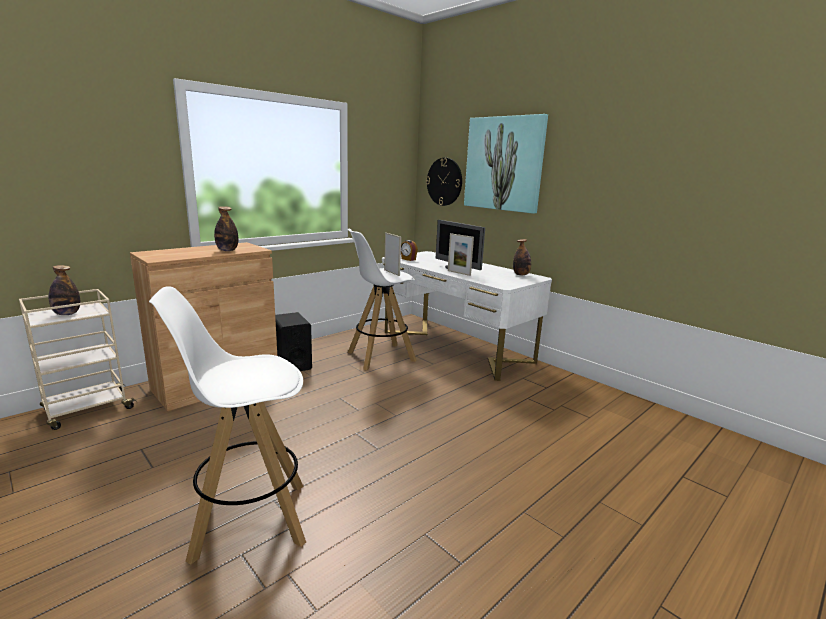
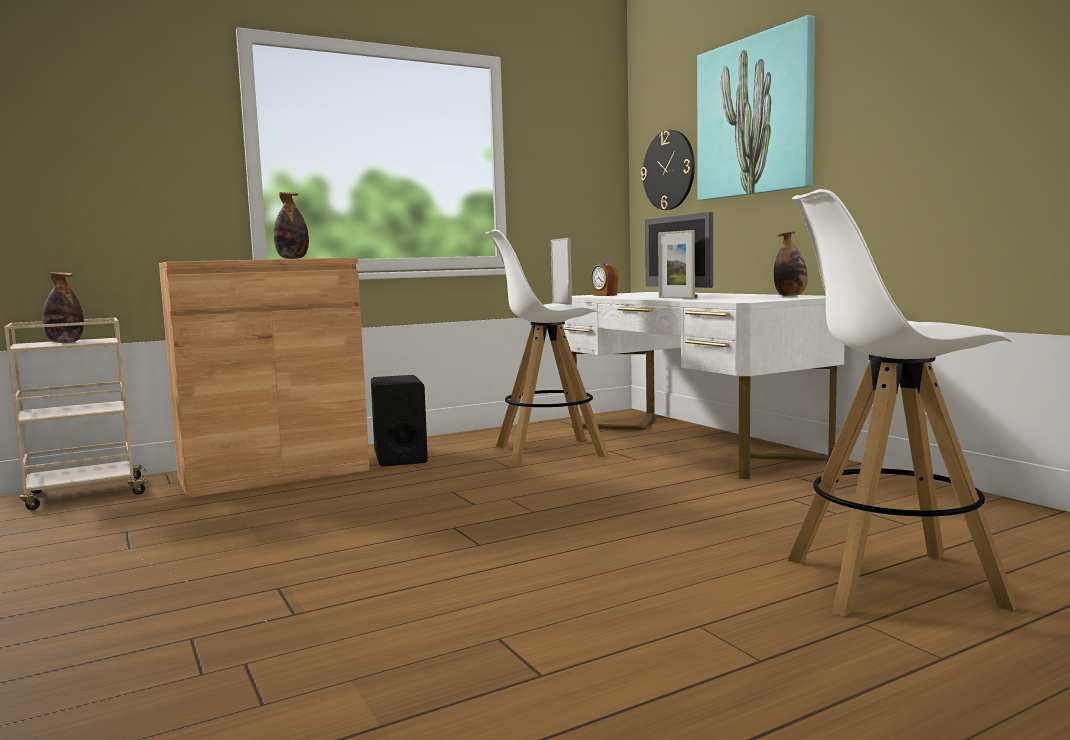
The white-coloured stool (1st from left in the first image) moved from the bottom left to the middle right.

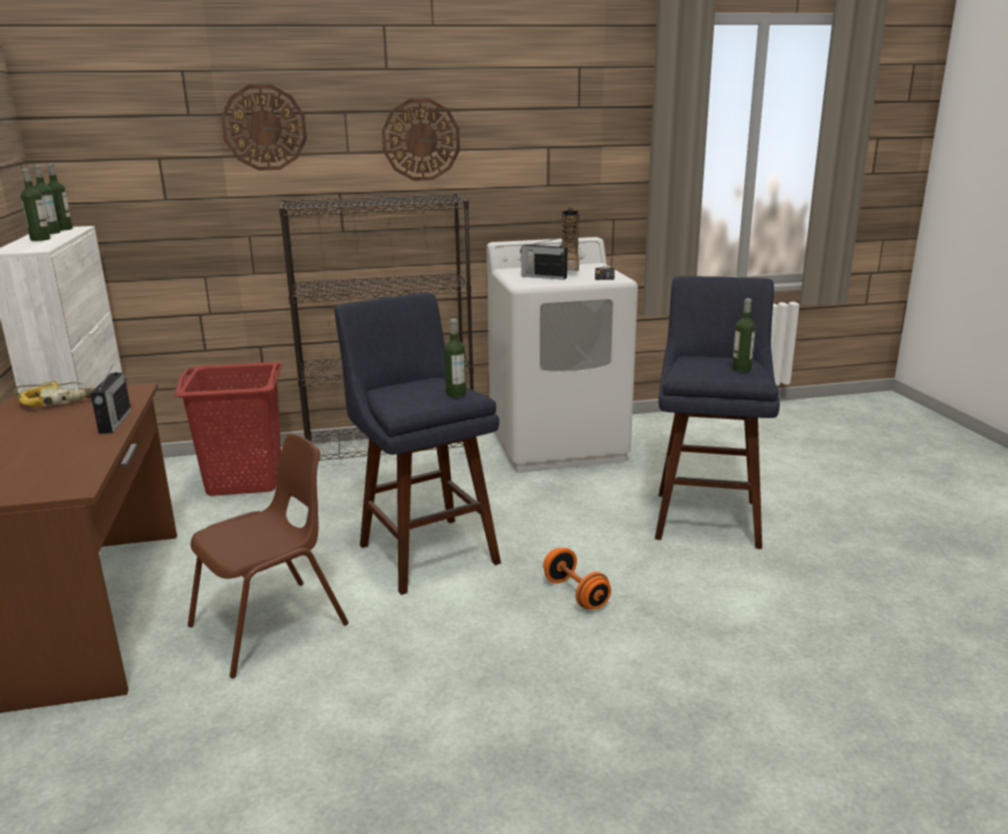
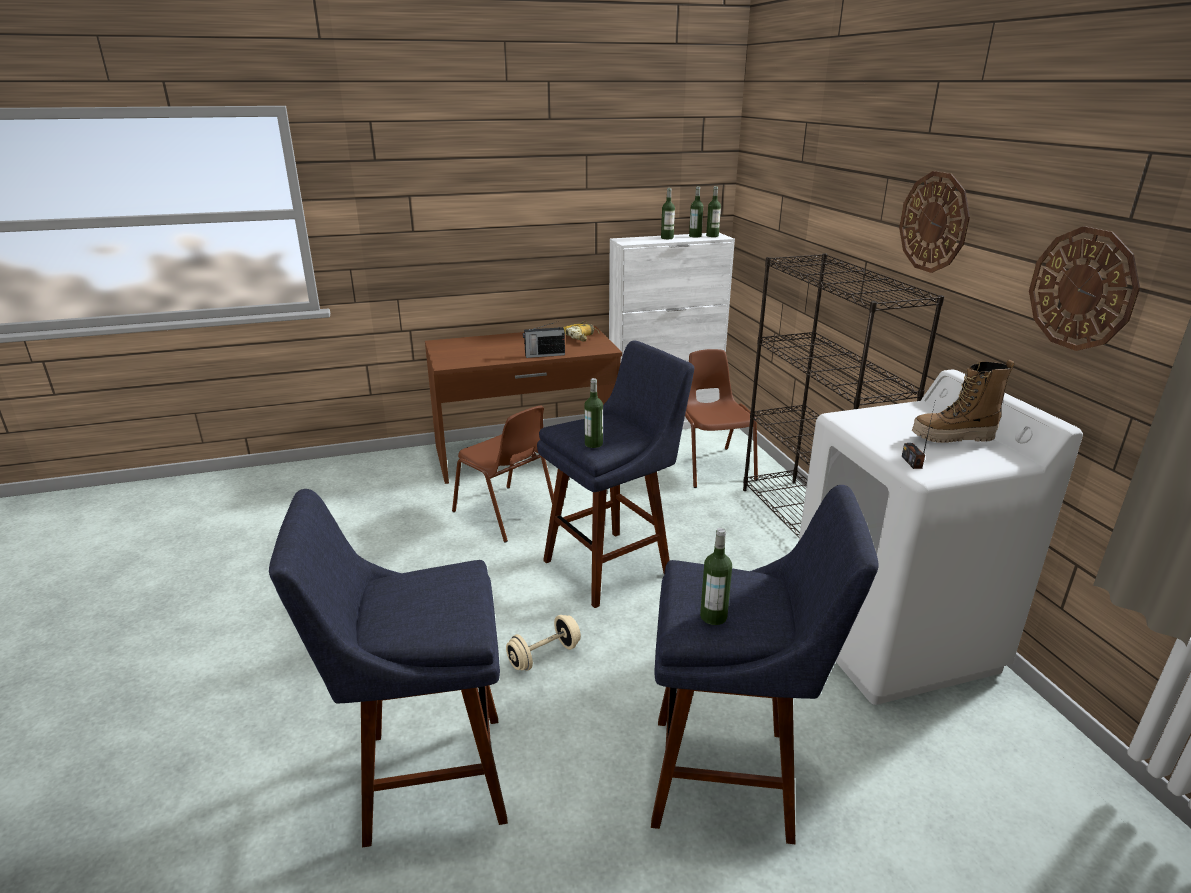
The clock on the wall (1st from left in the first image) moved from the top left to the top right. The radio (2nd from left) at the top centre disappeared. The red-coloured washing basket at the middle left was replaced by the brown-coloured upright chair (2nd from left) at the centre. The orangey dumbbell at the bottom centre became the beige-coloured dumbbell at the bottom centre. The blue-coloured stool (1st from left) at the bottom left appeared.

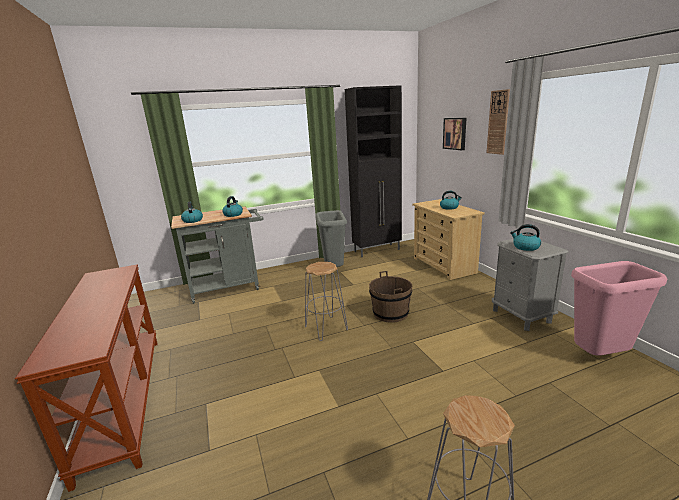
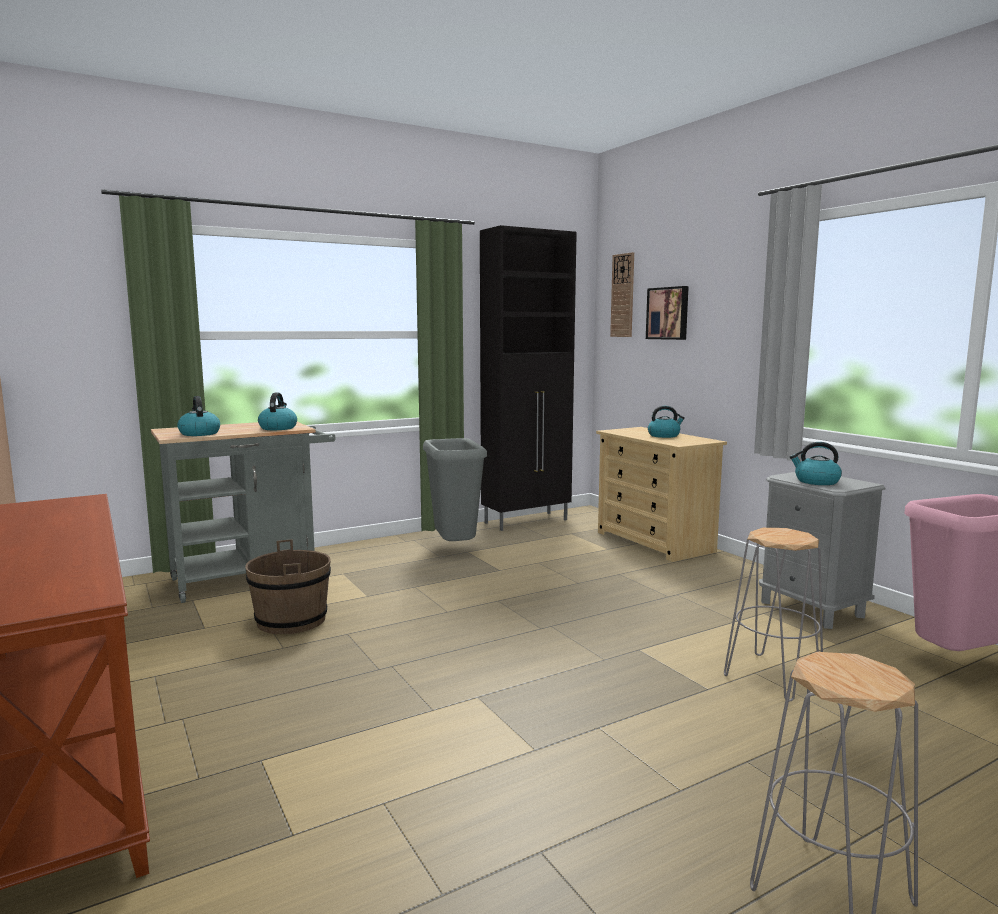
The clock on the wall moved from the top right to the top centre. The gray stool (1st from left) moved from the centre to the bottom right. The brown-coloured bucket moved from the centre to the middle left.

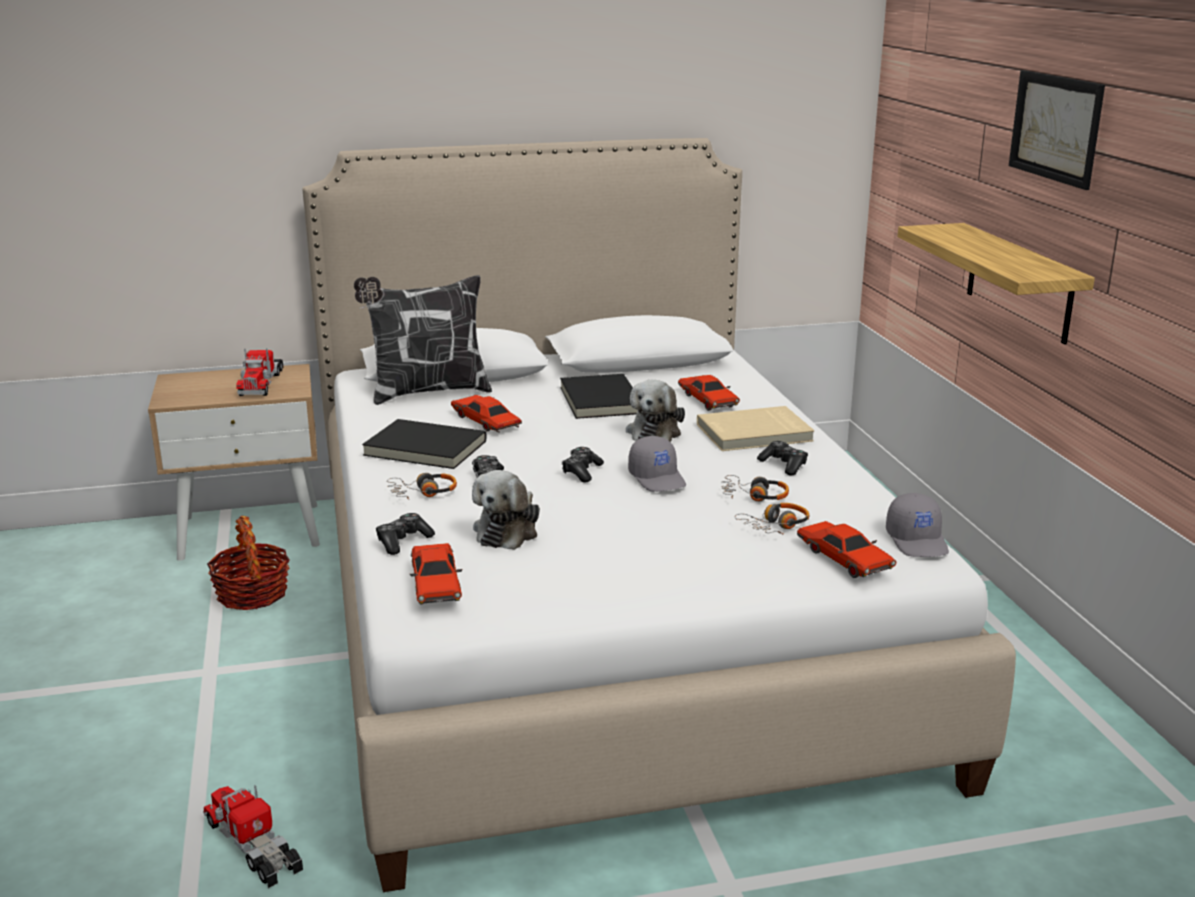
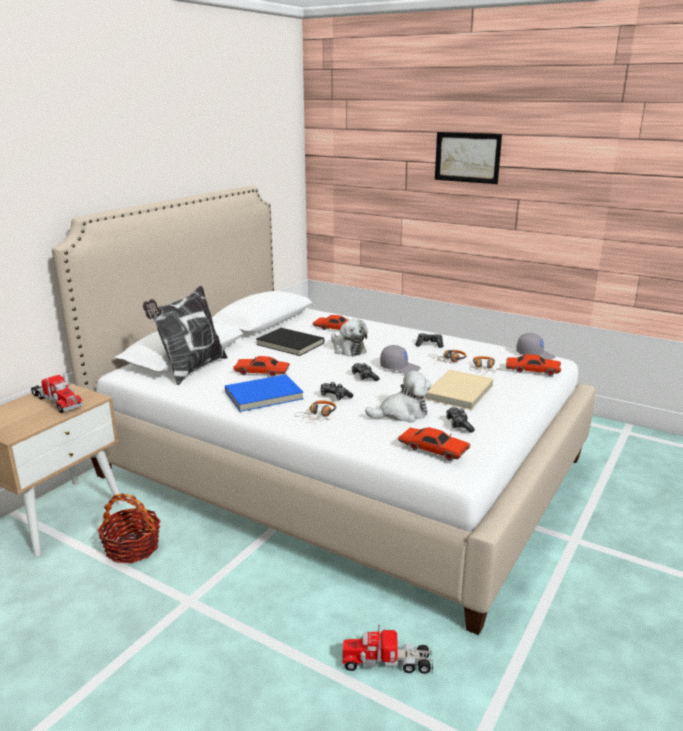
The wall shelf at the top right disappeared. The beige-coloured volume moved from the centre to the middle right. The blackish volume (1st from left) at the centre became the blue-coloured volume at the centre. The cuddly toy (1st from left in the first image) at the centre turned 75 degrees counterclockwise. The joypad (1st from left in the first image) moved from the centre to the middle right.

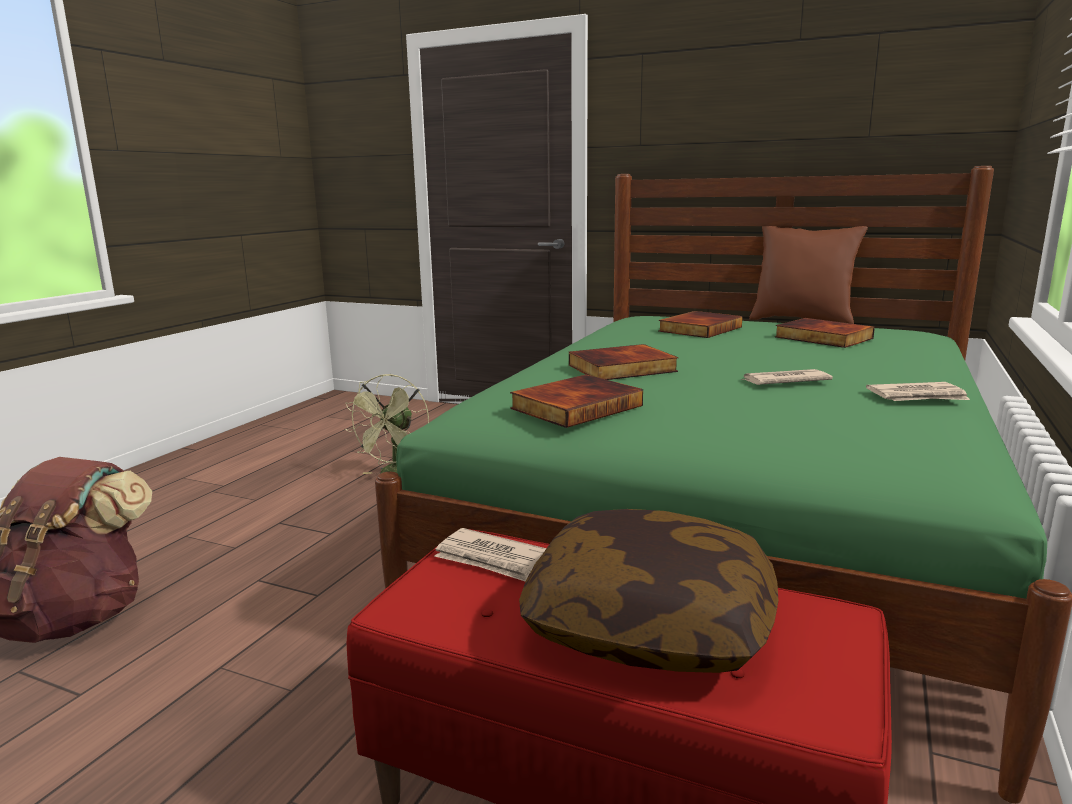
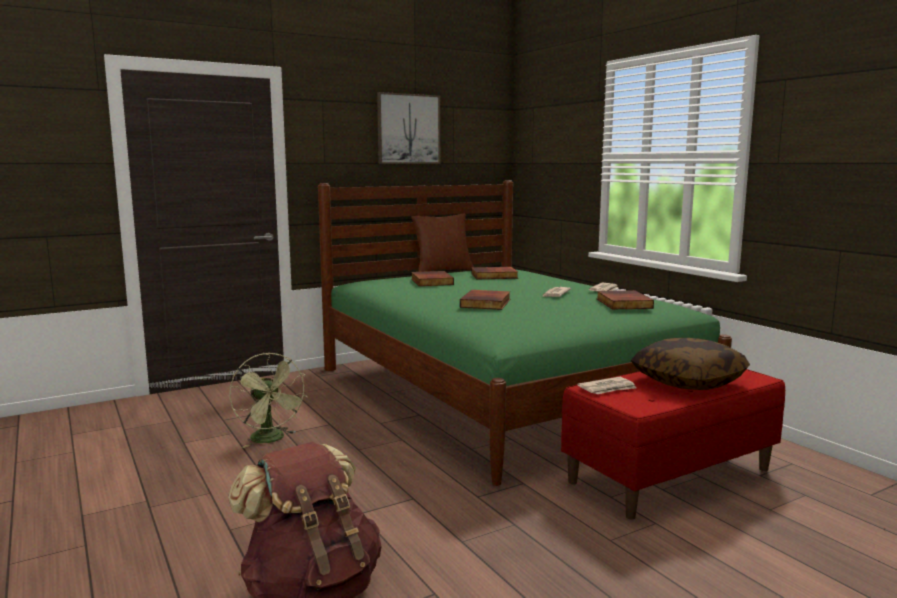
The volume (1st from left in the first image) moved from the centre to the middle right. The picture at the top centre appeared.

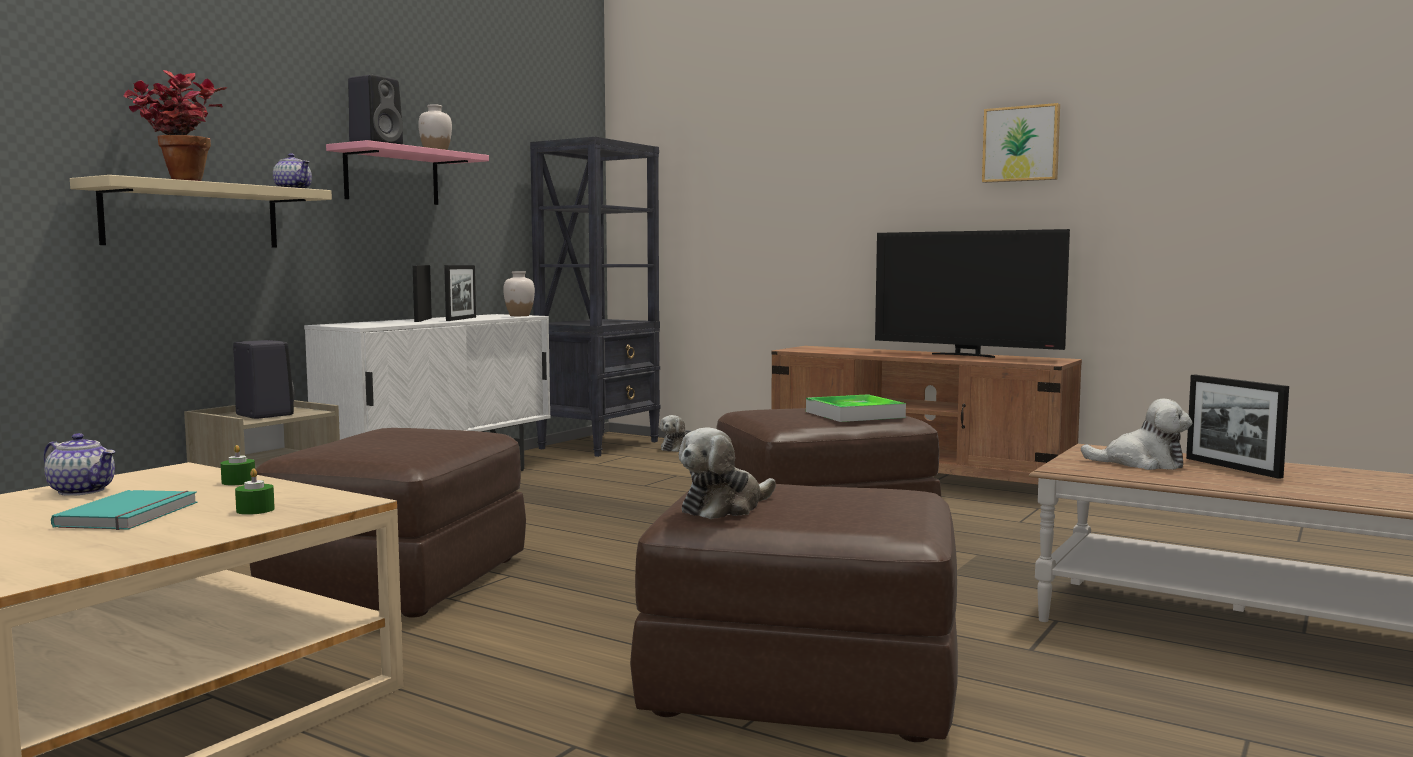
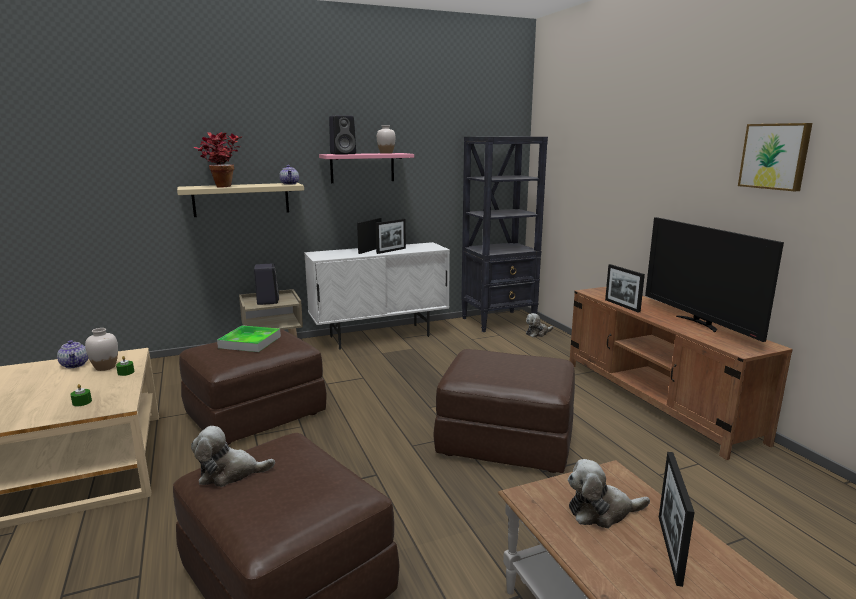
The white-coloured flower vase (2nd from left in the first image) moved from the centre to the middle left. The tray moved from the centre to the middle left. The cuddly toy (3rd from left) at the middle right turned 120 degrees clockwise. The turquoise volume at the bottom left disappeared. The standing frame (3rd from left) at the middle right appeared.

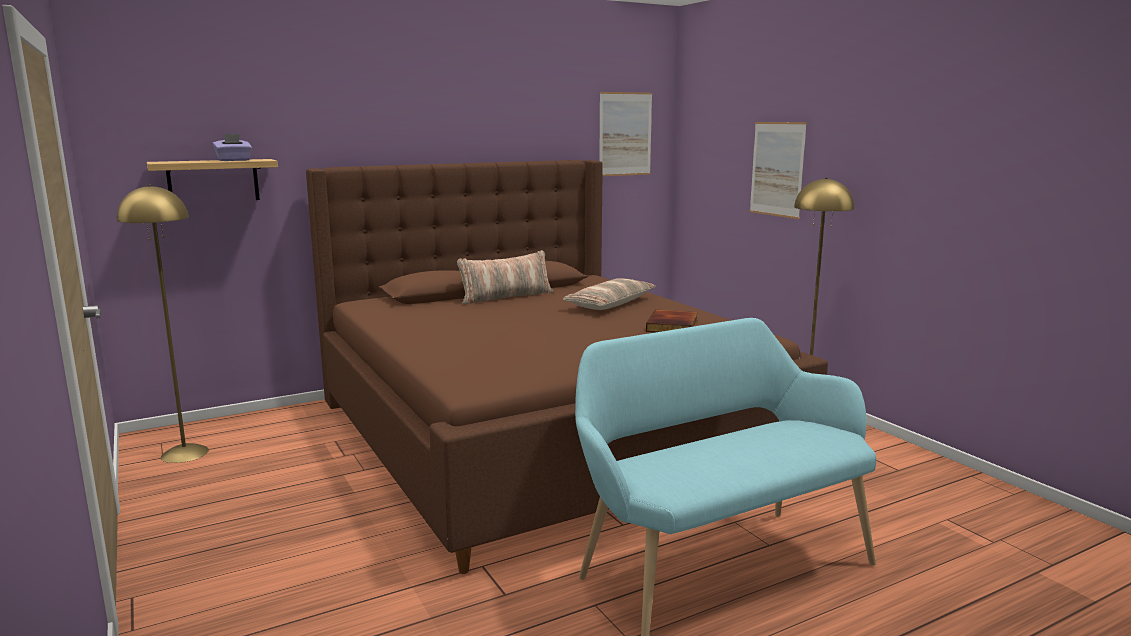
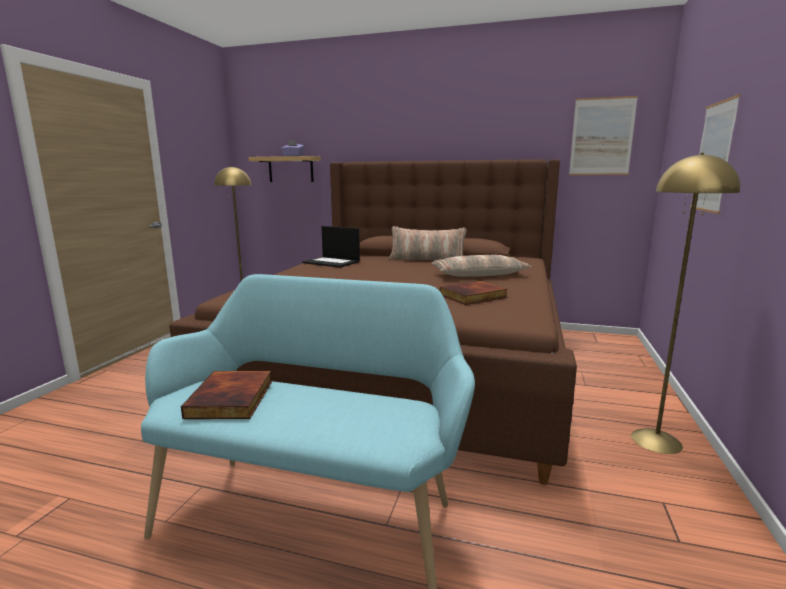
The laptop at the centre appeared. The volume (1st from left) at the bottom left appeared.

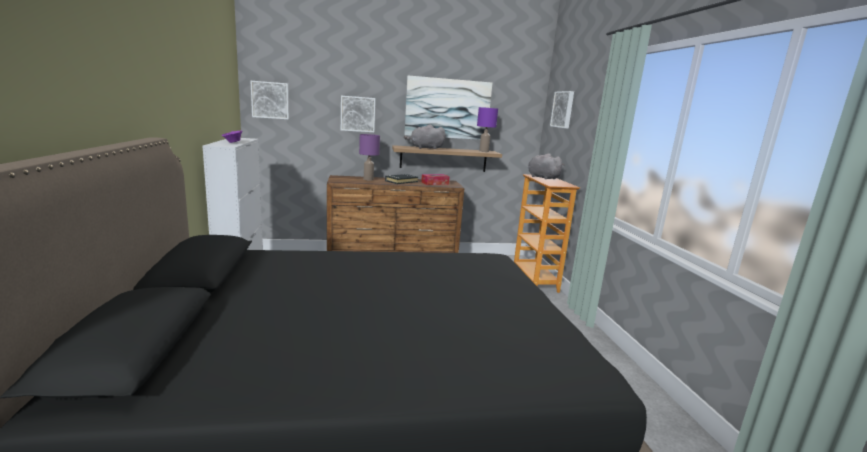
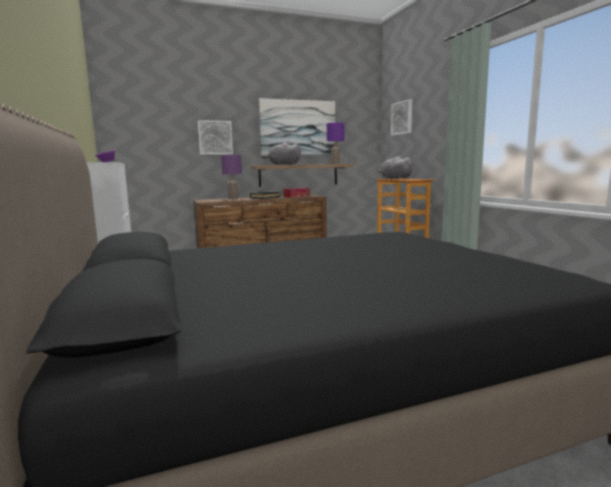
The picture (1st from left) at the top left disappeared.

